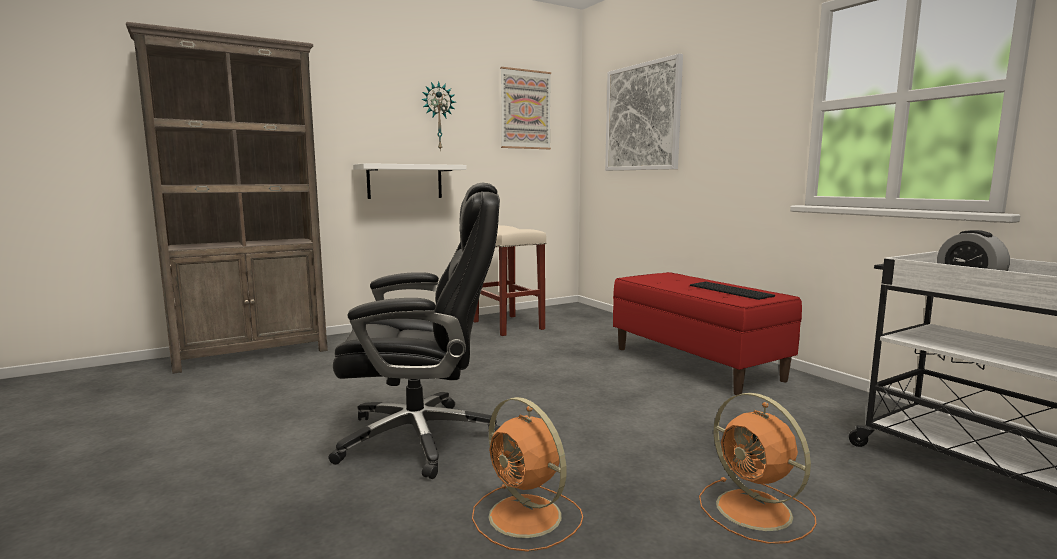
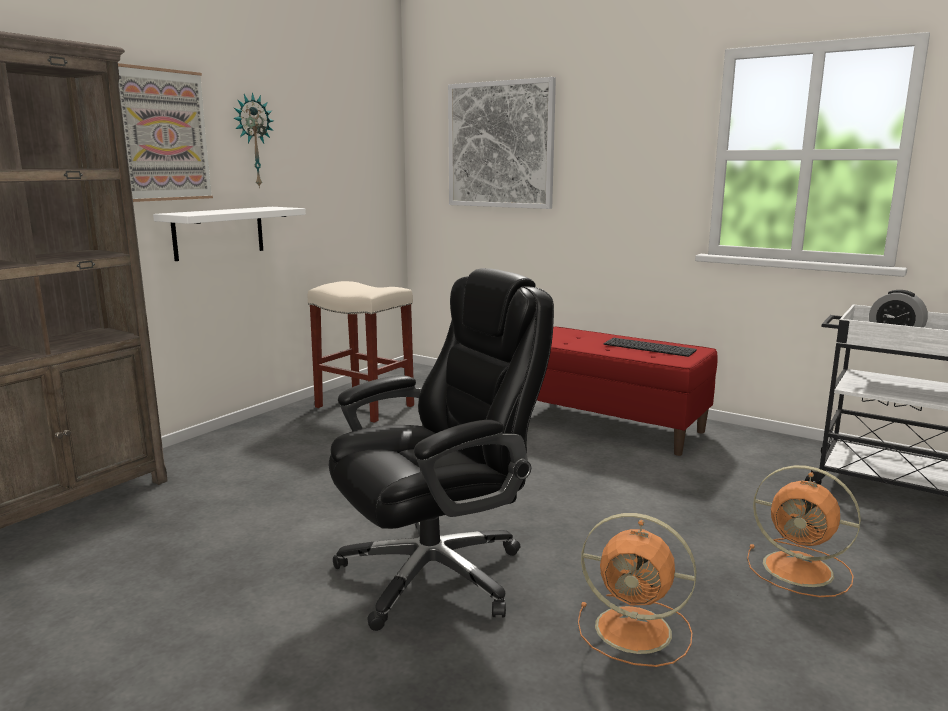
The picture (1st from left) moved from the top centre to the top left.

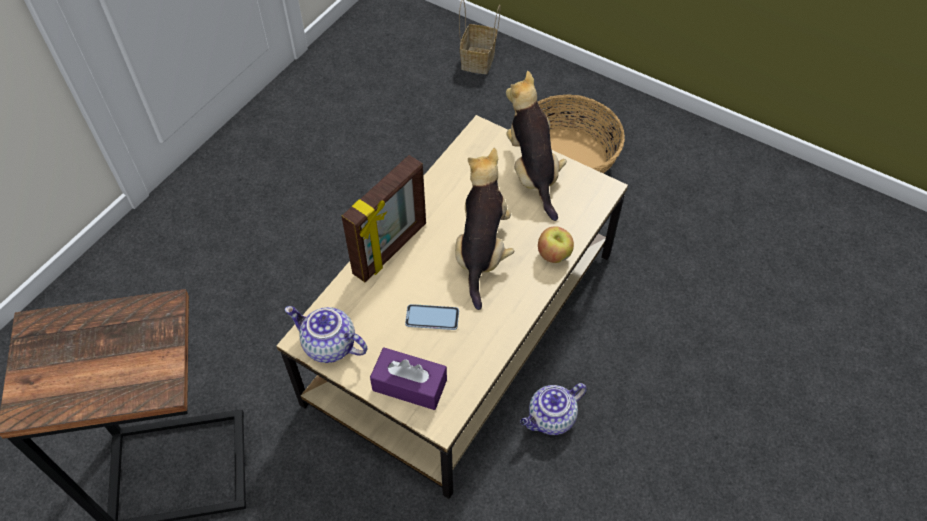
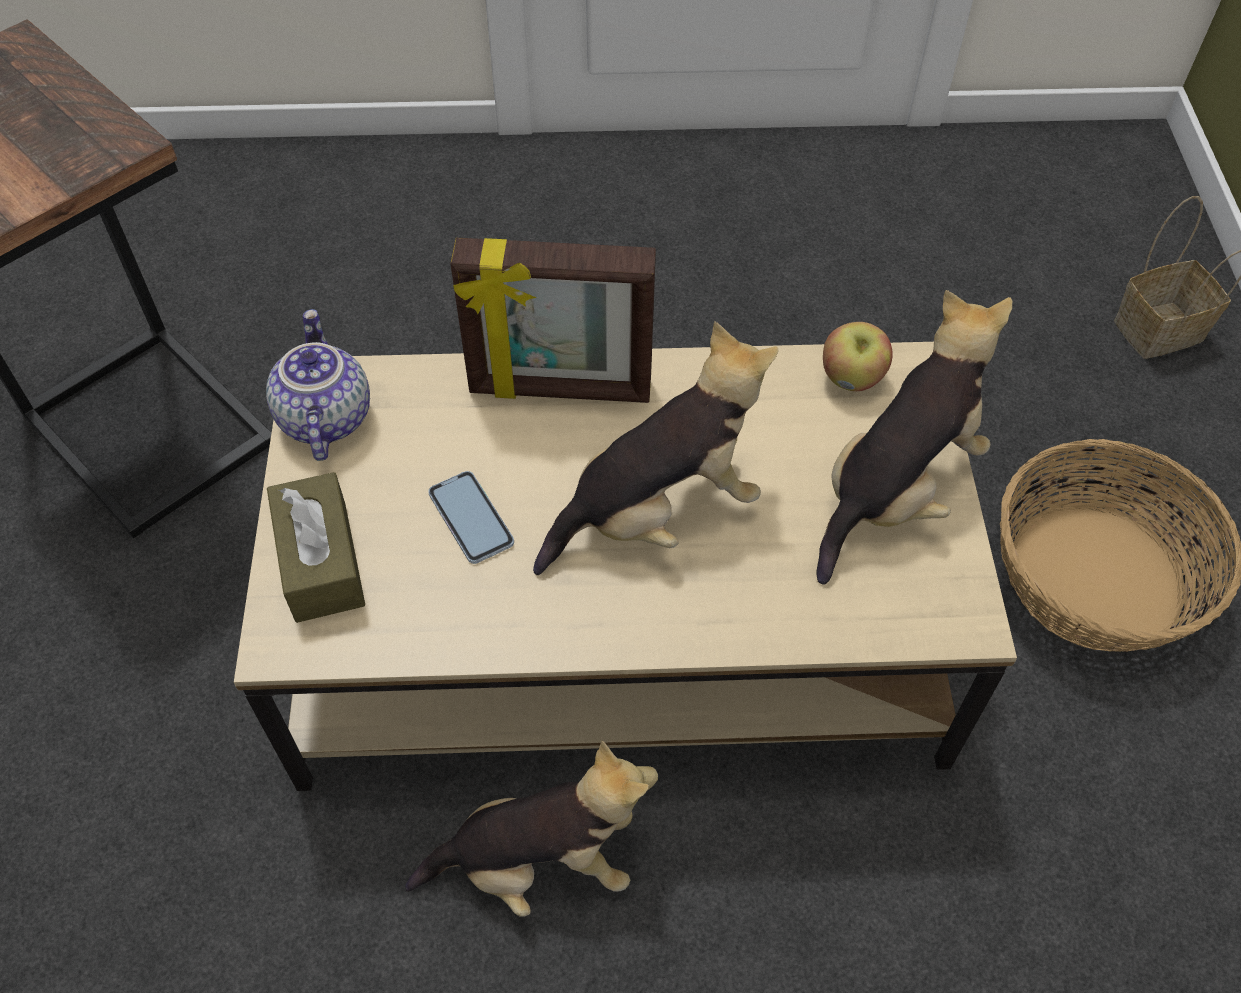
The whole apple moved from the centre to the middle right. The purple-coloured tissue box at the bottom centre became the brown-coloured tissue box at the middle left. The teapot (2nd from left) at the bottom centre was replaced by the cuddly toy (1st from left) at the bottom centre.

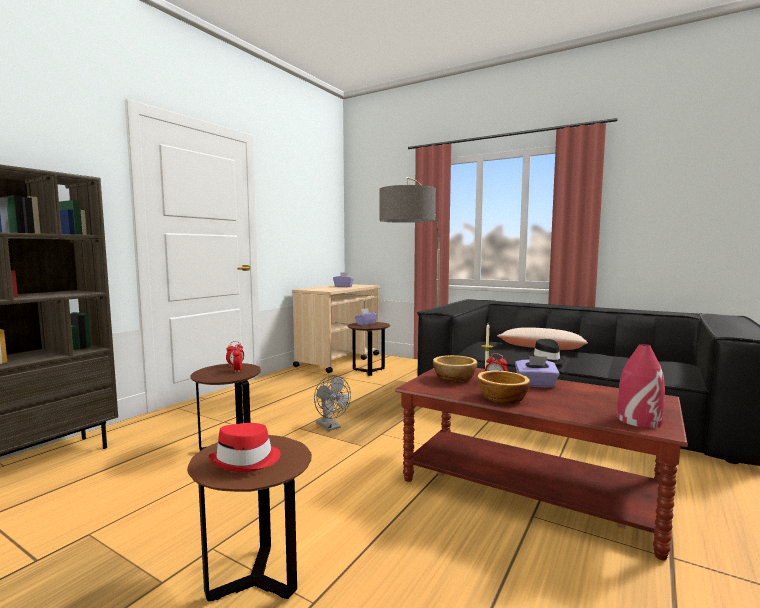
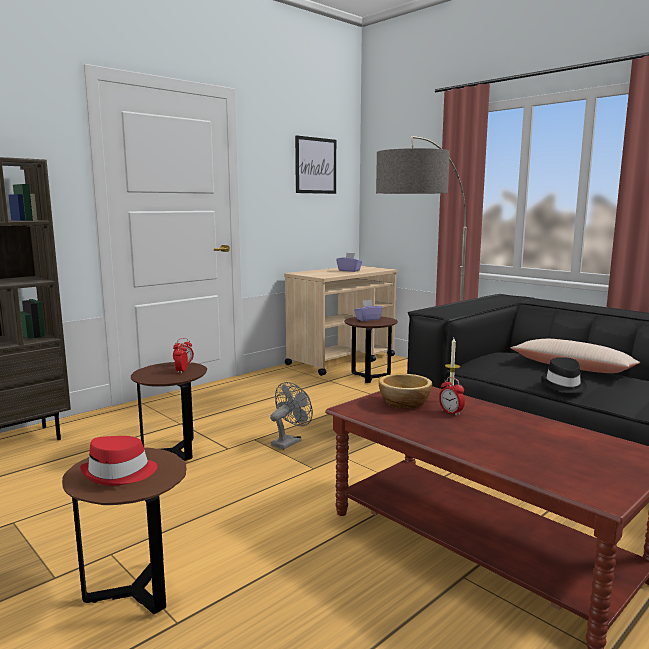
The red-coloured flower vase at the middle right disappeared. The purple-coloured tissue box (3rd from left) at the middle right disappeared. The bowl (2nd from left) at the centre disappeared. The gray cooling fan at the centre turned 120 degrees counterclockwise. The picture at the top centre appeared.

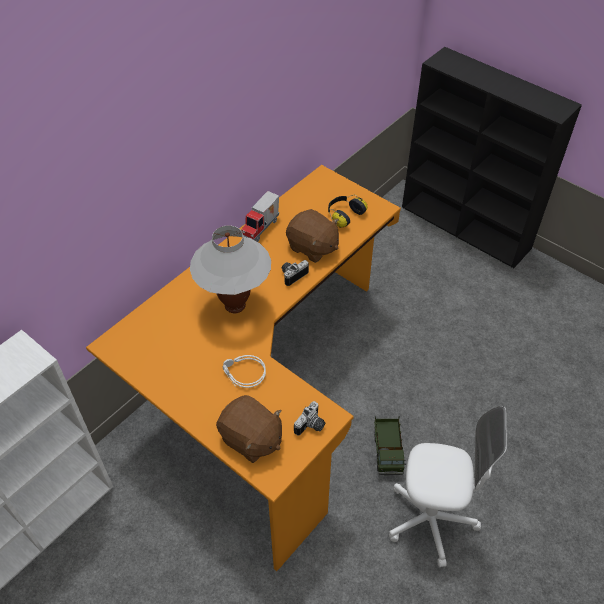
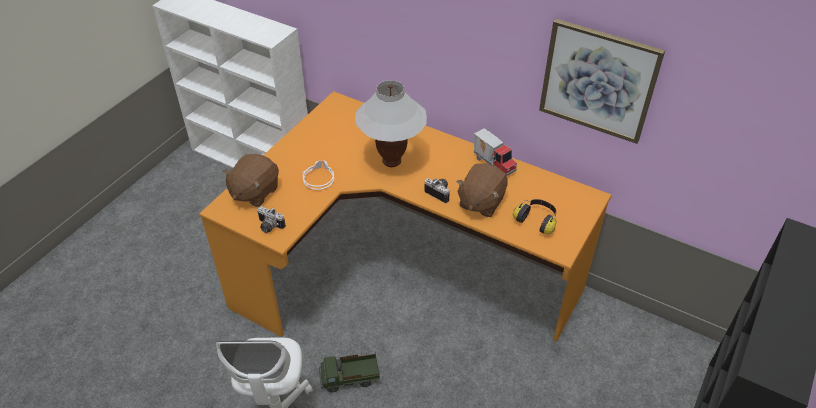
The toy lorry (1st from left in the first image) at the centre turned 150 degrees counterclockwise. The picture at the top right appeared.

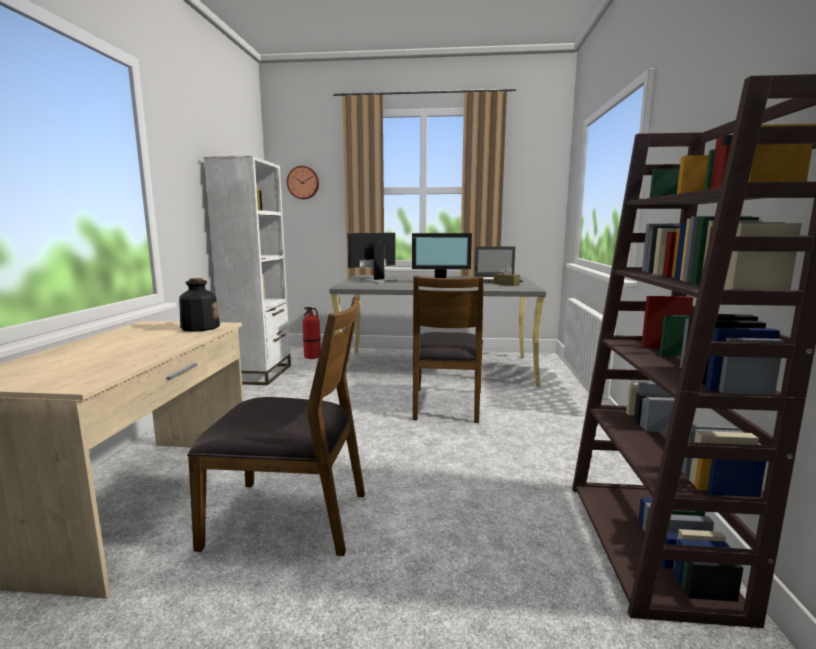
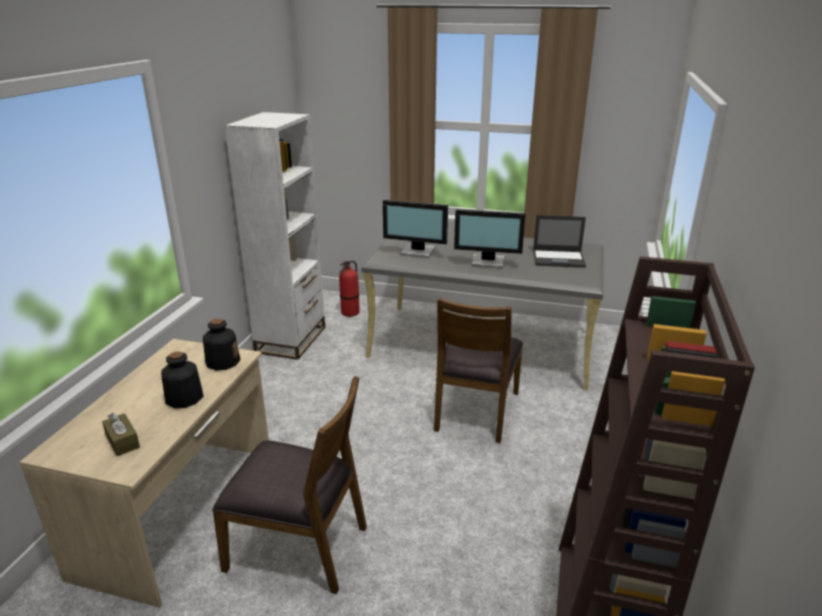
The clock on the wall at the top centre disappeared. The computer screen (1st from left) at the centre turned 135 degrees counterclockwise. The brown-coloured tissue box moved from the centre to the bottom left. The bottle (1st from left) at the middle left appeared.

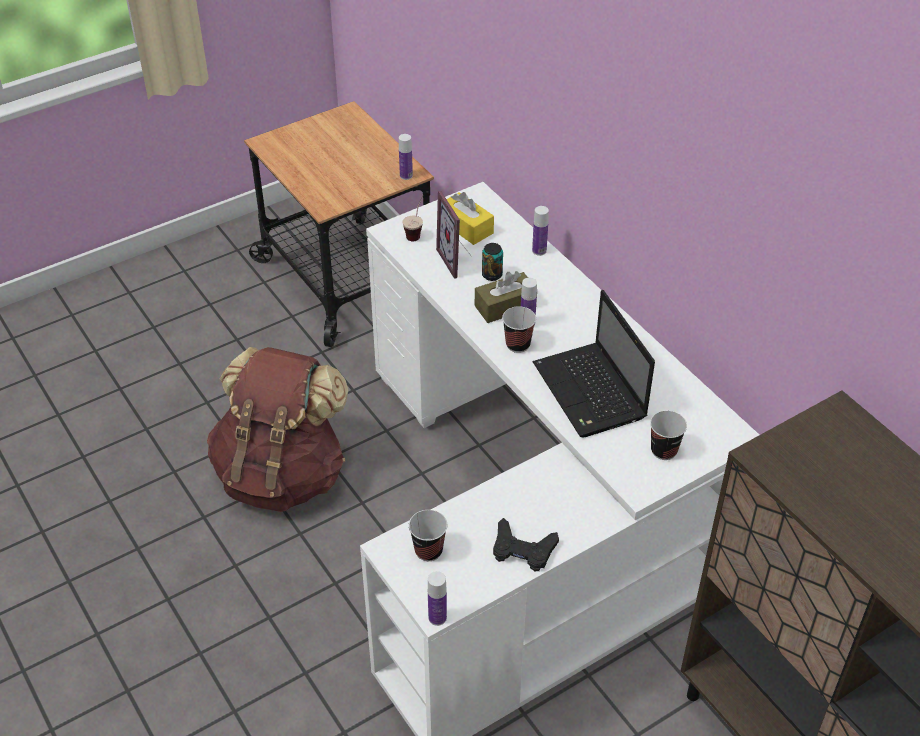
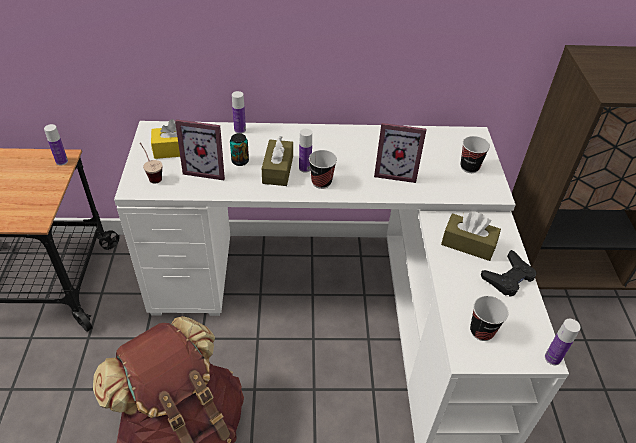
The laptop at the centre was replaced by the standing frame (2nd from left) at the centre. The brown-coloured tissue box (2nd from left) at the middle right appeared.

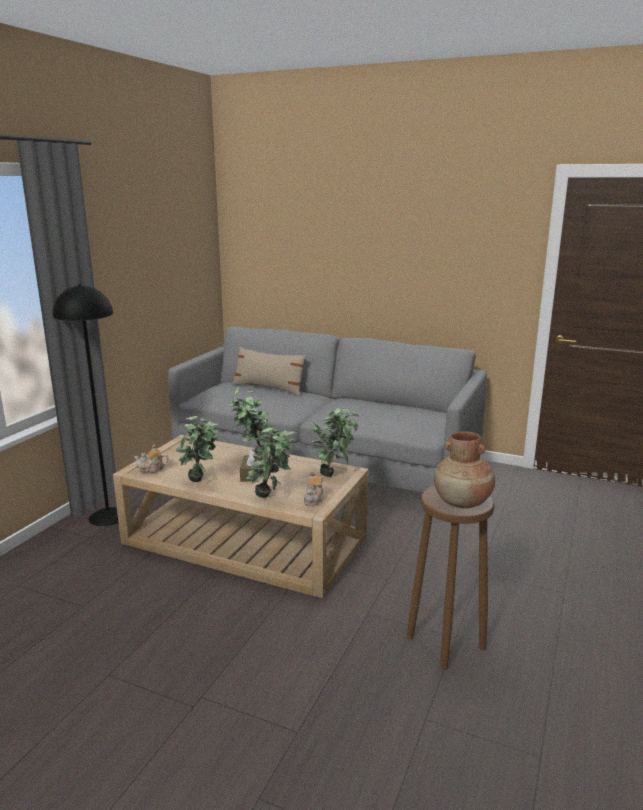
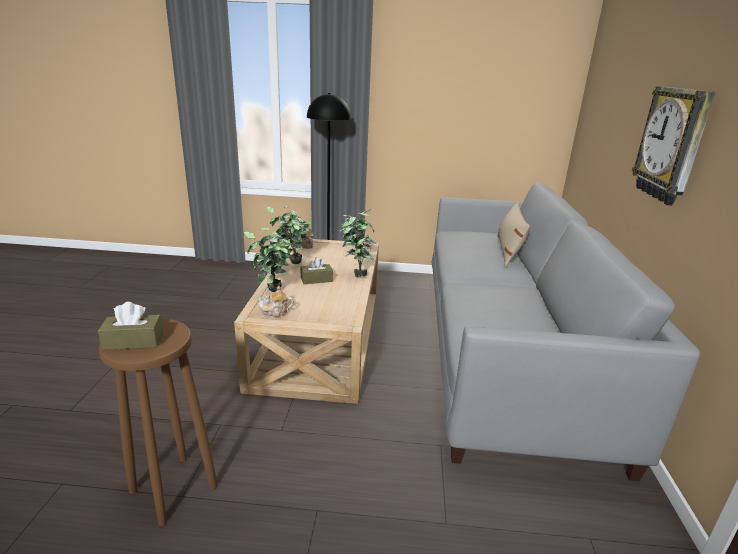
The houseplant (4th from left) at the centre disappeared. The brown-coloured flower vase at the middle right was replaced by the brown-coloured tissue box (1st from left) at the middle left. The clock on the wall at the top right appeared.

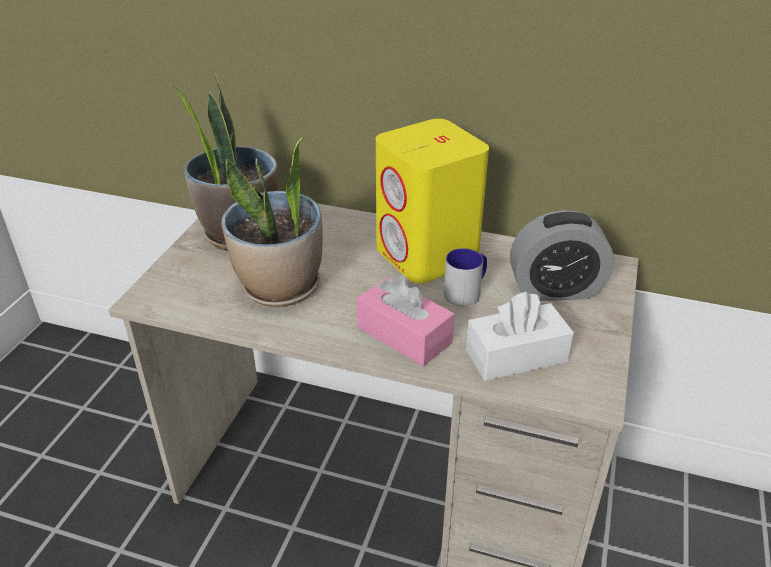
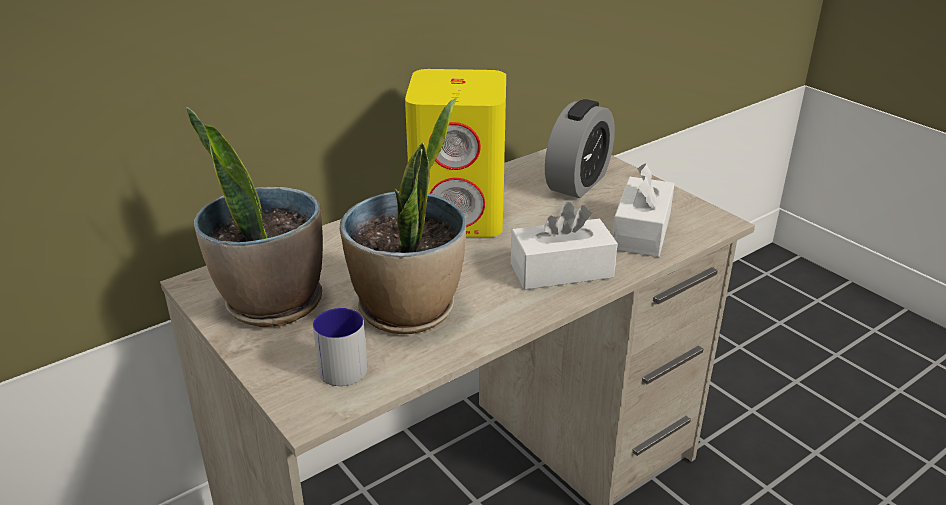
The coffee mug moved from the centre to the bottom centre. The pink-coloured tissue box at the centre became the white-coloured tissue box (1st from left) at the centre.

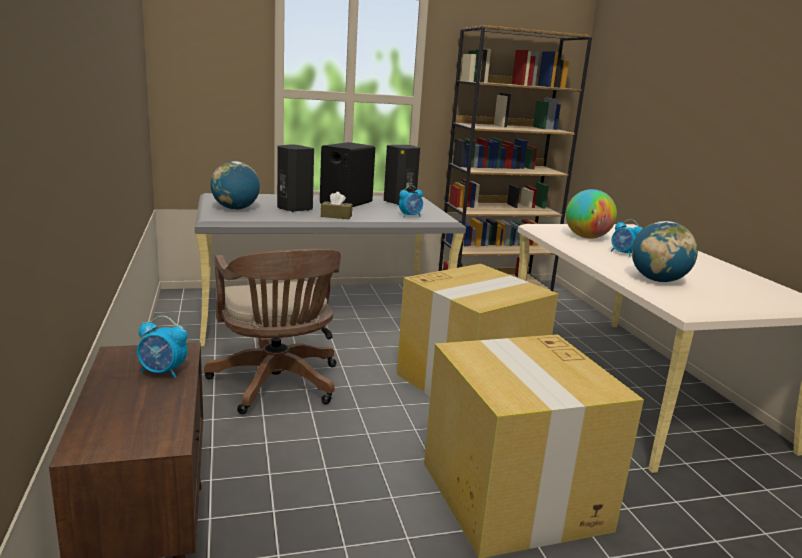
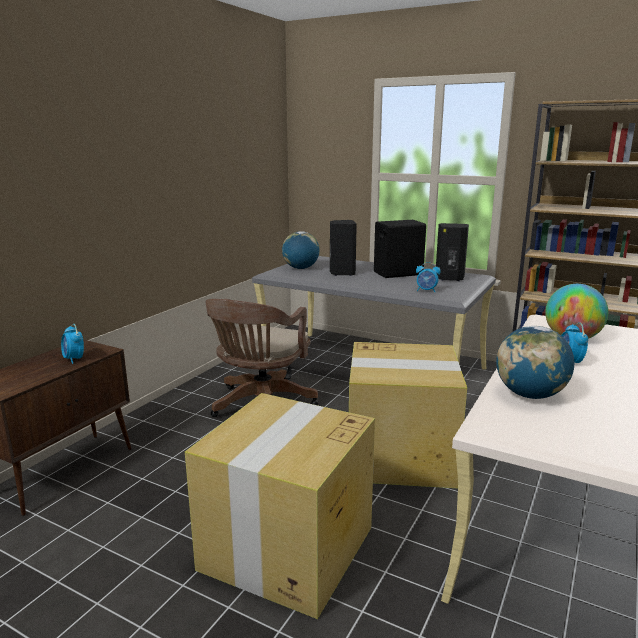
The brown-coloured tissue box at the centre disappeared.

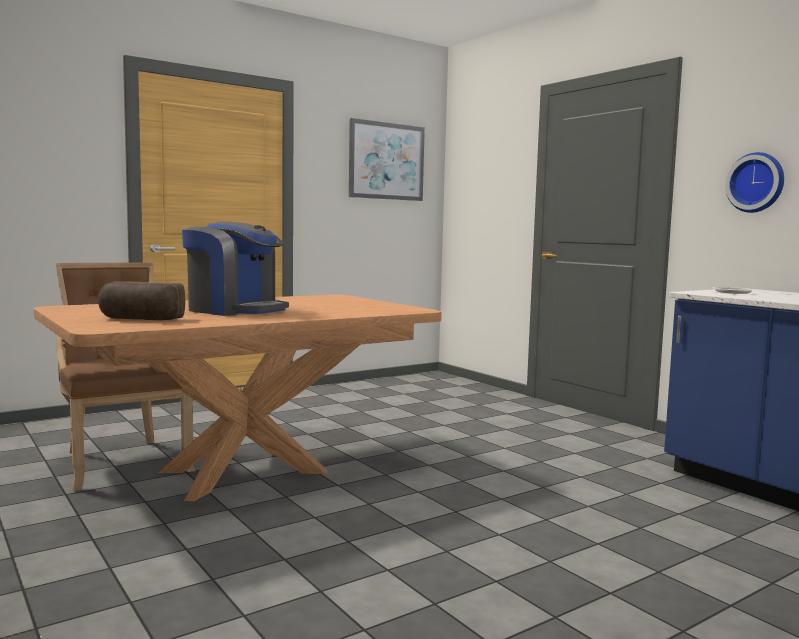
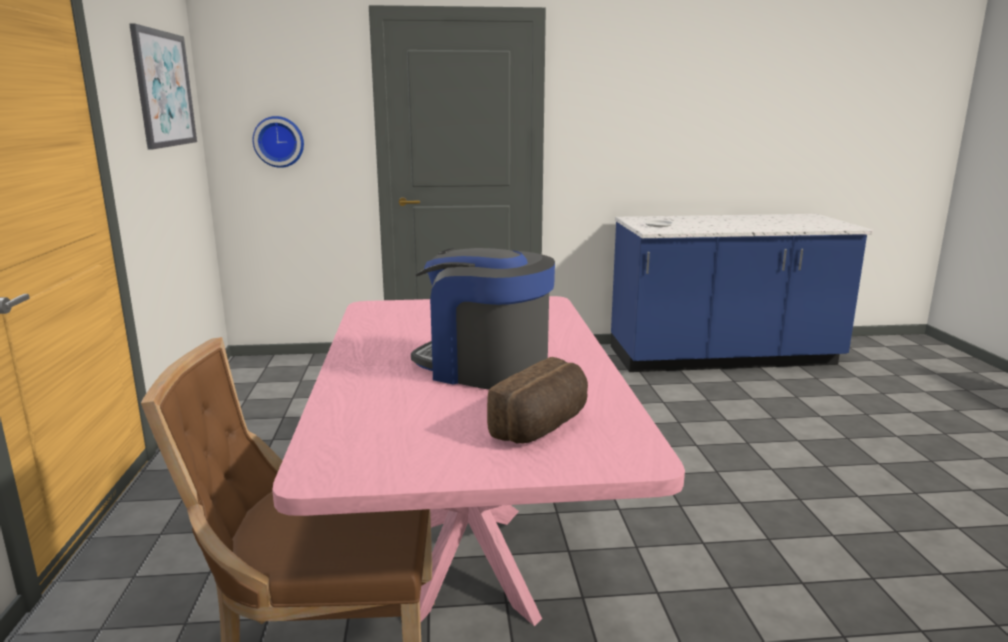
The clock on the wall moved from the top right to the top left. The coffee maker at the middle left turned 120 degrees counterclockwise. The brown-coloured kitchen table at the middle left became the pink-coloured kitchen table at the bottom centre.

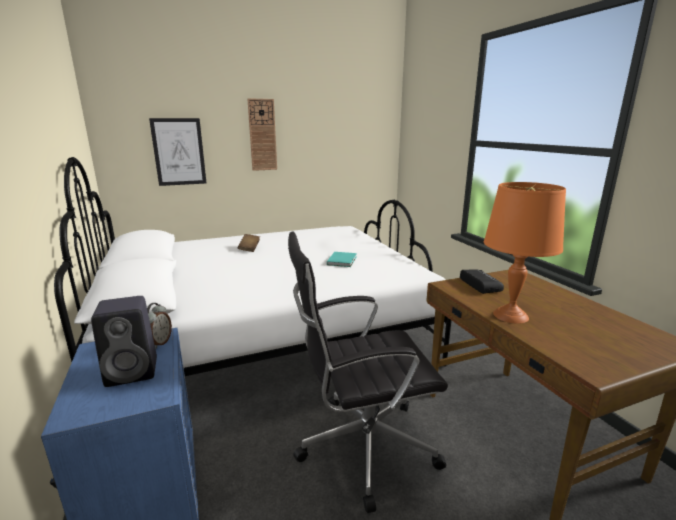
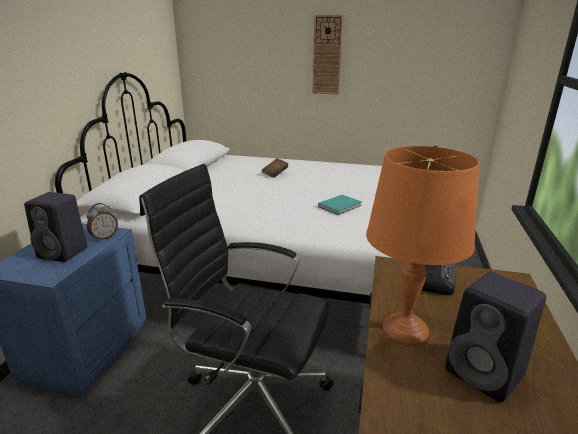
The picture at the top left disappeared. The blackish speaker (2nd from left) at the bottom right appeared.

